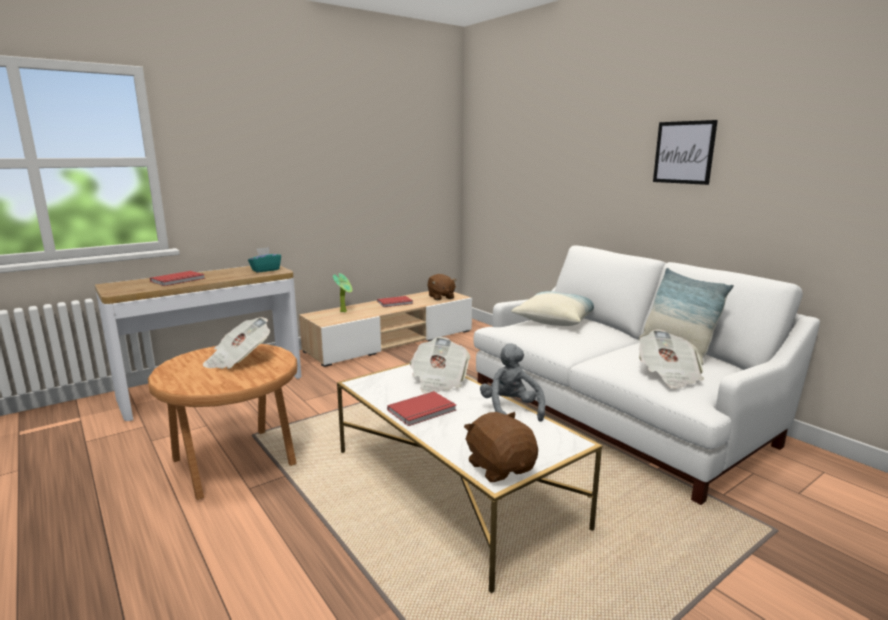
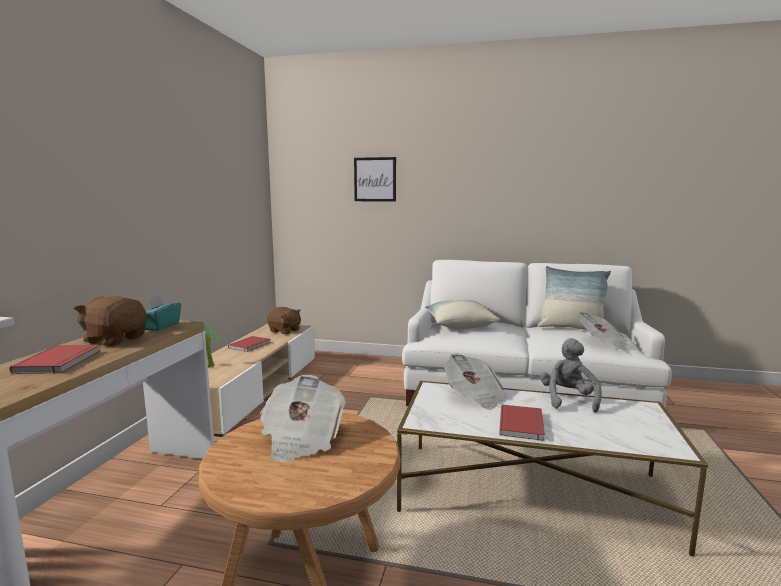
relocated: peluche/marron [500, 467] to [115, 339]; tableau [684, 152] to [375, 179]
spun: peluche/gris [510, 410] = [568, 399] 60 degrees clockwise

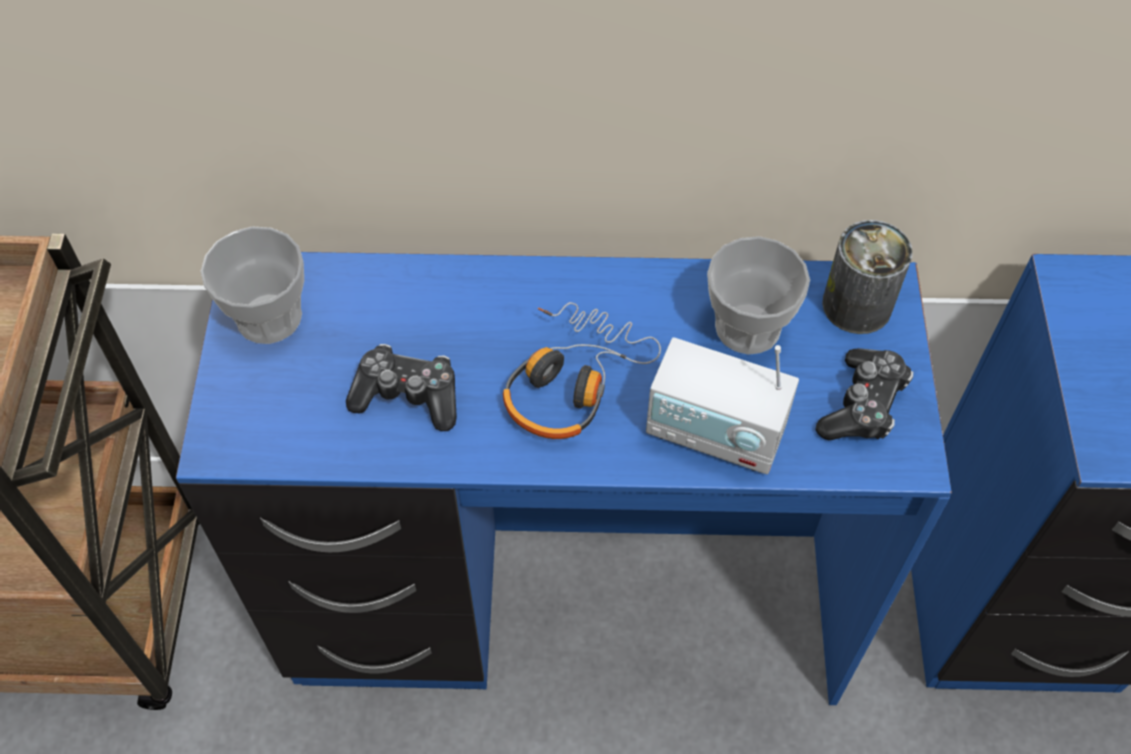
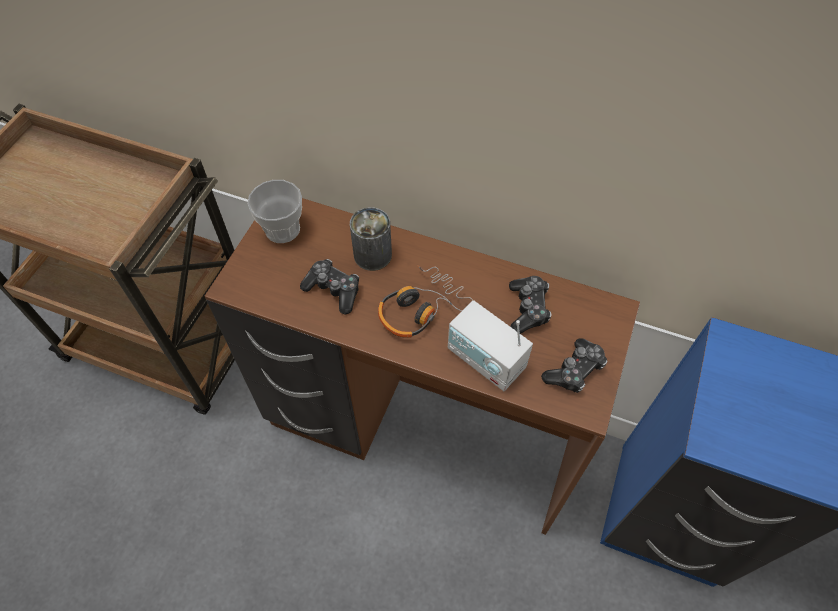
relocated: boîte métallique [857, 305] to [372, 255]
exchanged: tasse [748, 327] to manette [528, 309]
colour: bureau/bleu [567, 610] to bureau/marron [420, 434]

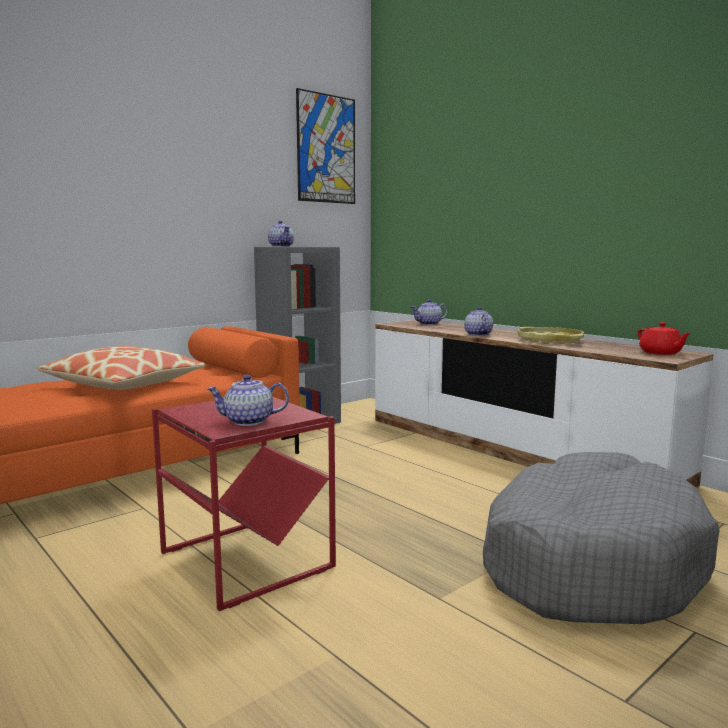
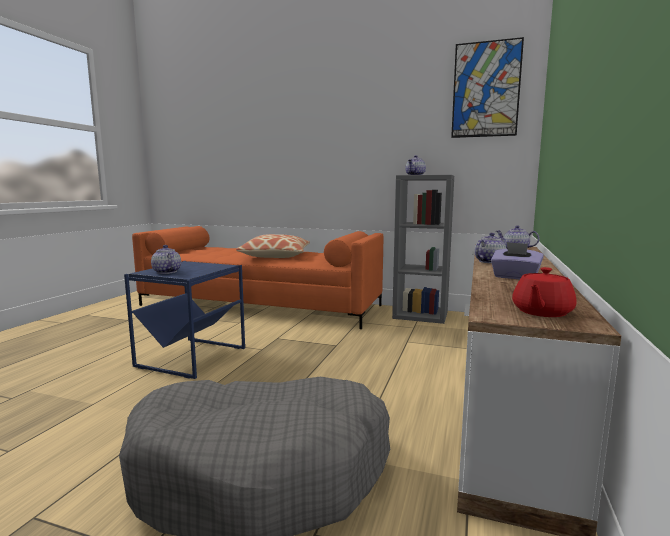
exchanged: plateau/jaune [549, 340] to boîte à mouchoirs/violet [515, 277]
colour: table d'appoint/rouge [246, 561] to table d'appoint/bleu [190, 358]

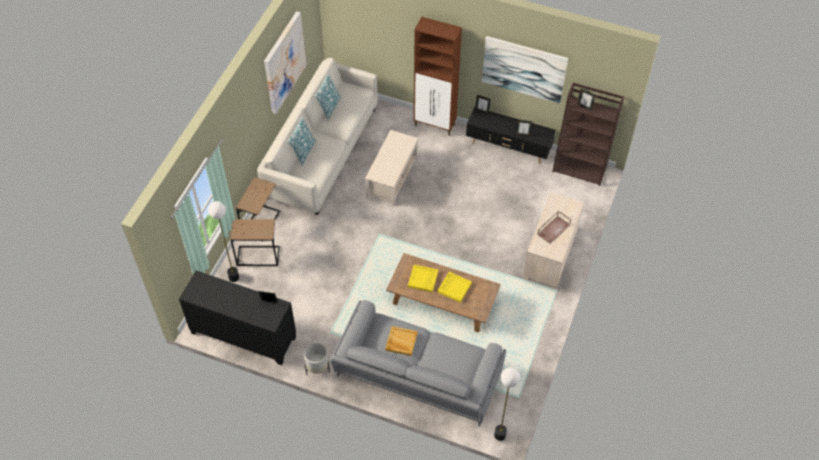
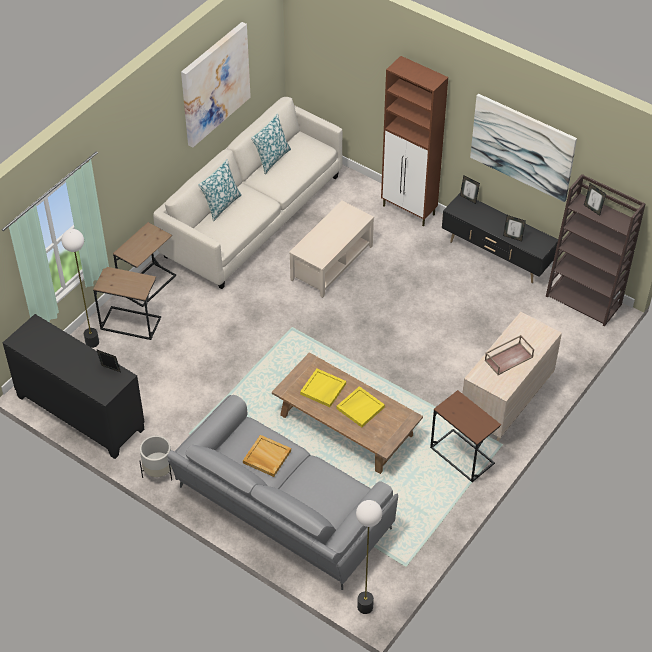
appeared: table d'appoint/marron [462, 455]

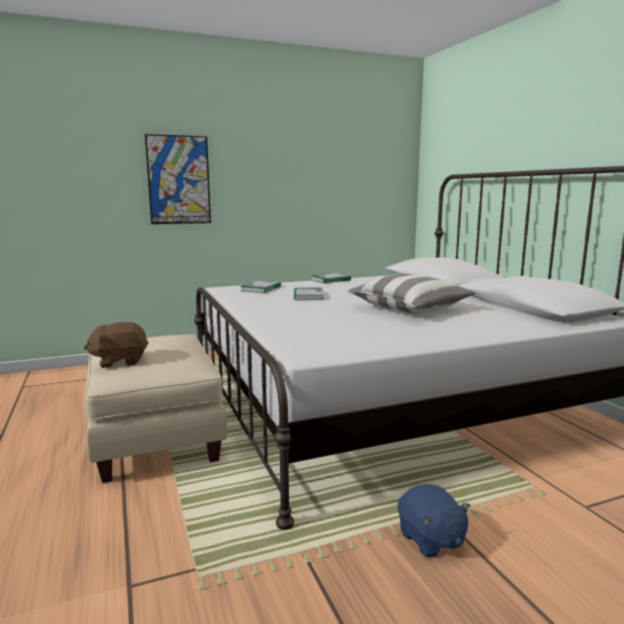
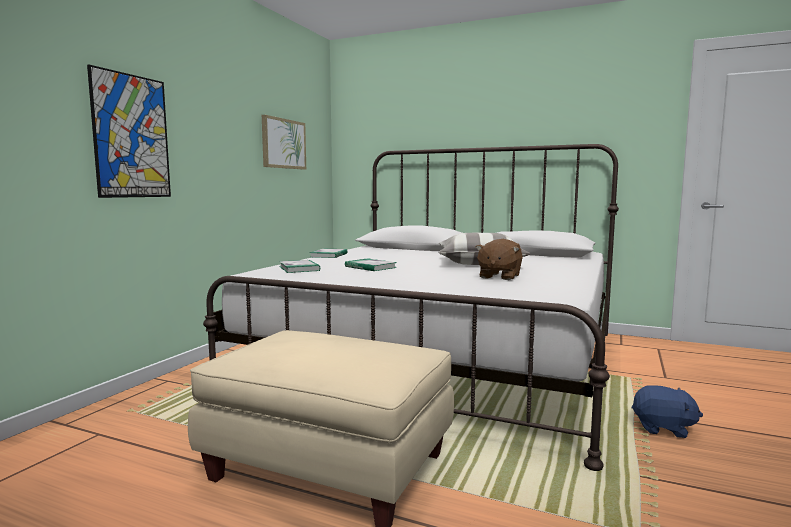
appeared: tableau [283, 144]
relocated: peluche/marron [120, 361] to [499, 276]

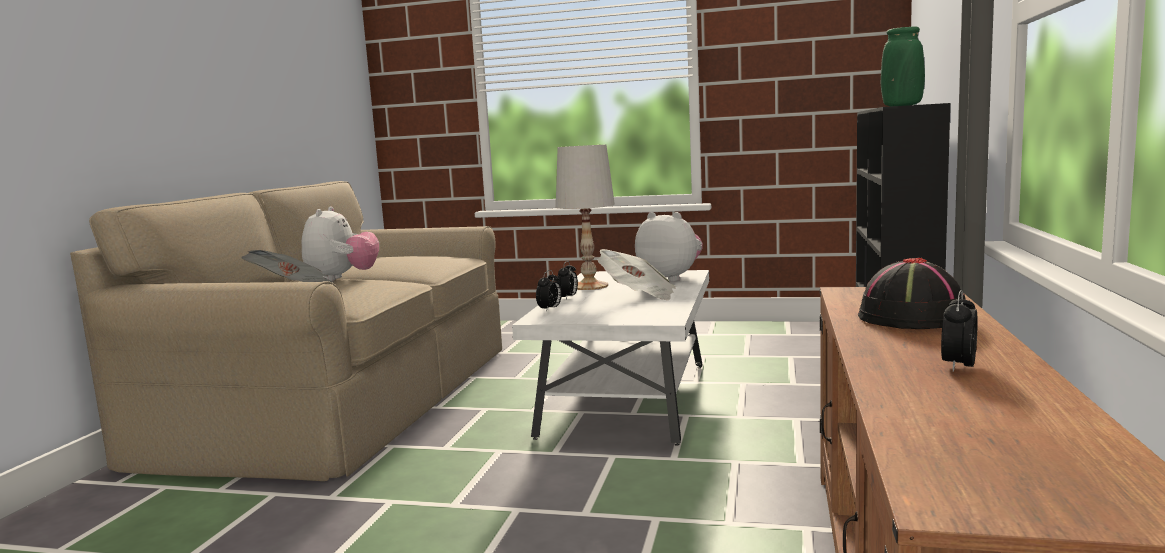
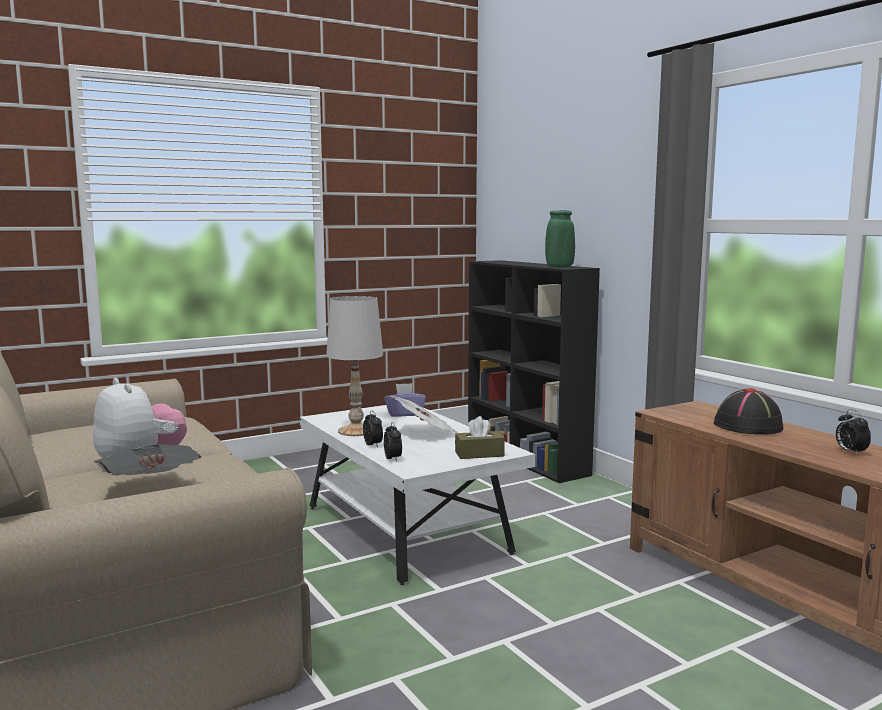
appeared: boîte à mouchoirs/marron [479, 454]
exchanged: peluche [671, 278] to boîte à mouchoirs/violet [404, 414]

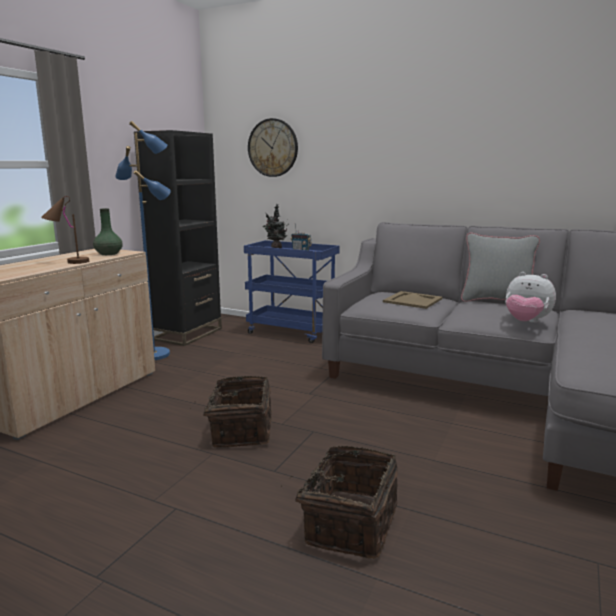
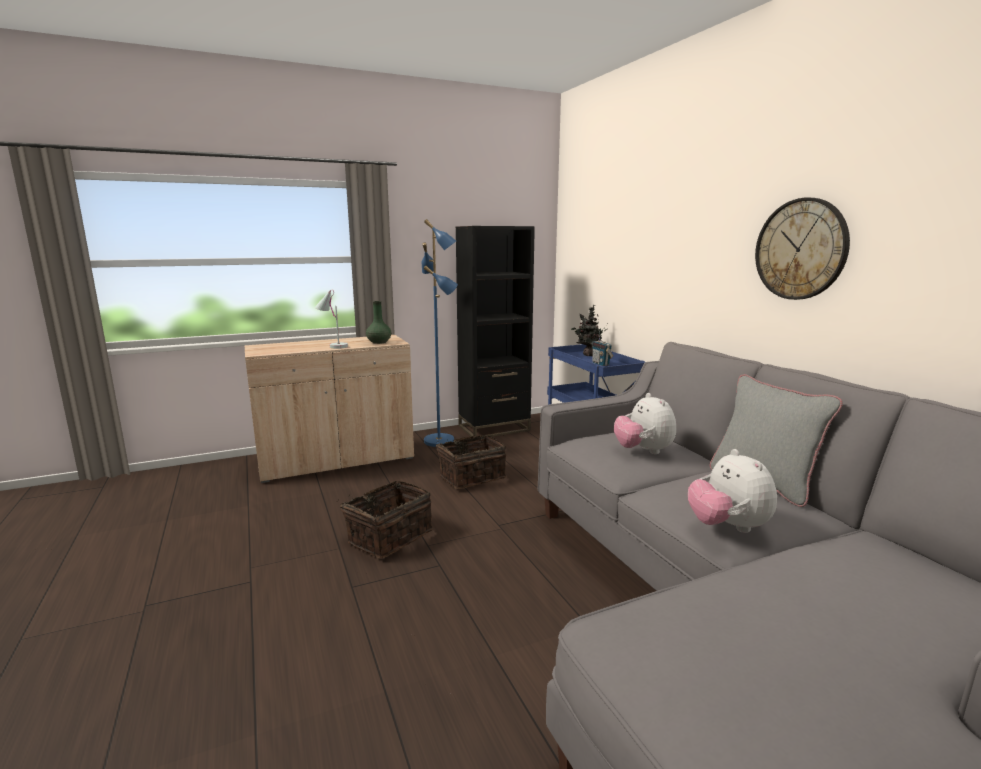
relocated: panier [348, 523] to [471, 477]; horloge murale [273, 148] to [800, 249]
exchanged: plateau/beige [413, 300] to peluche [643, 451]
colour: lampe de table/marron [68, 262] to lampe de table/blanc [332, 346]

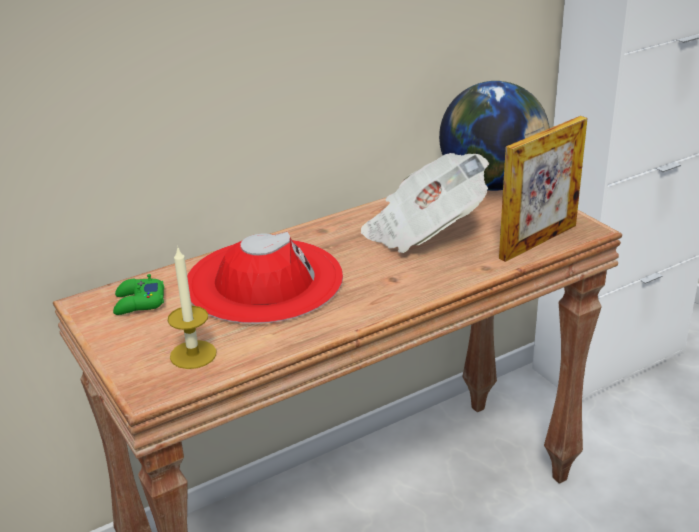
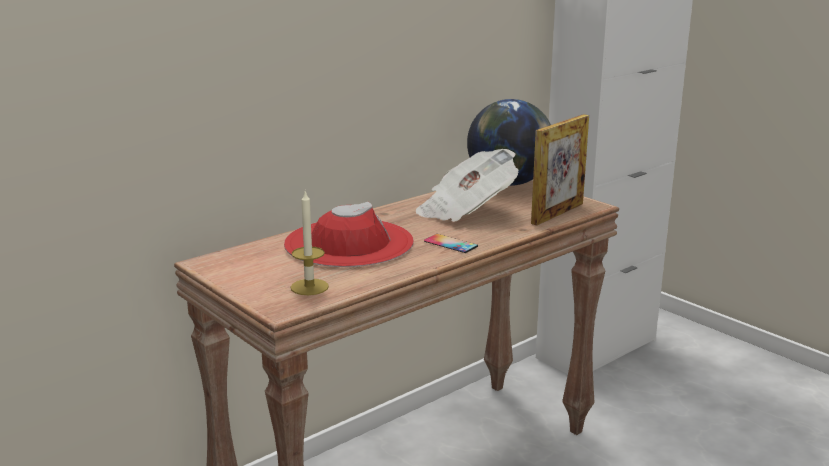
missing: manette/vert [139, 303]
appeared: téléphone [450, 244]

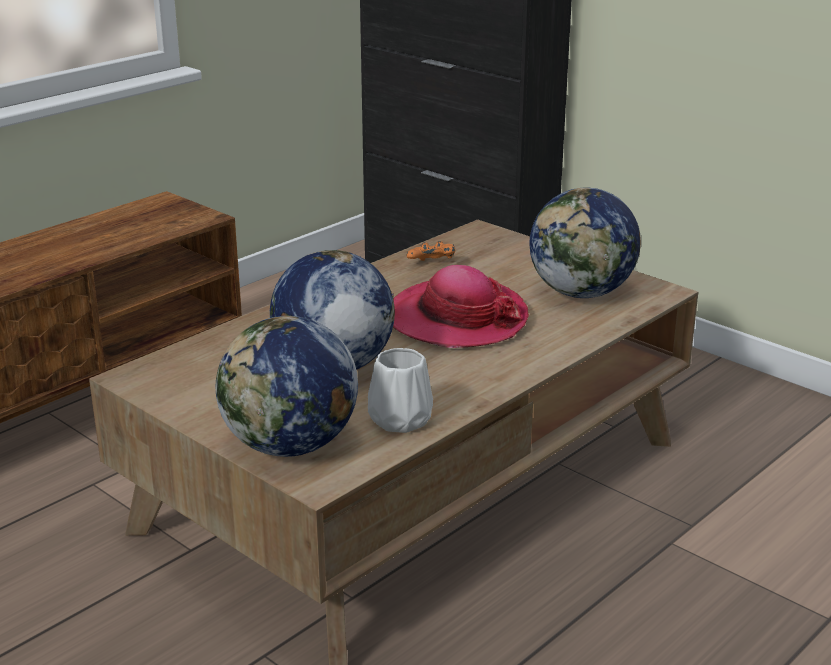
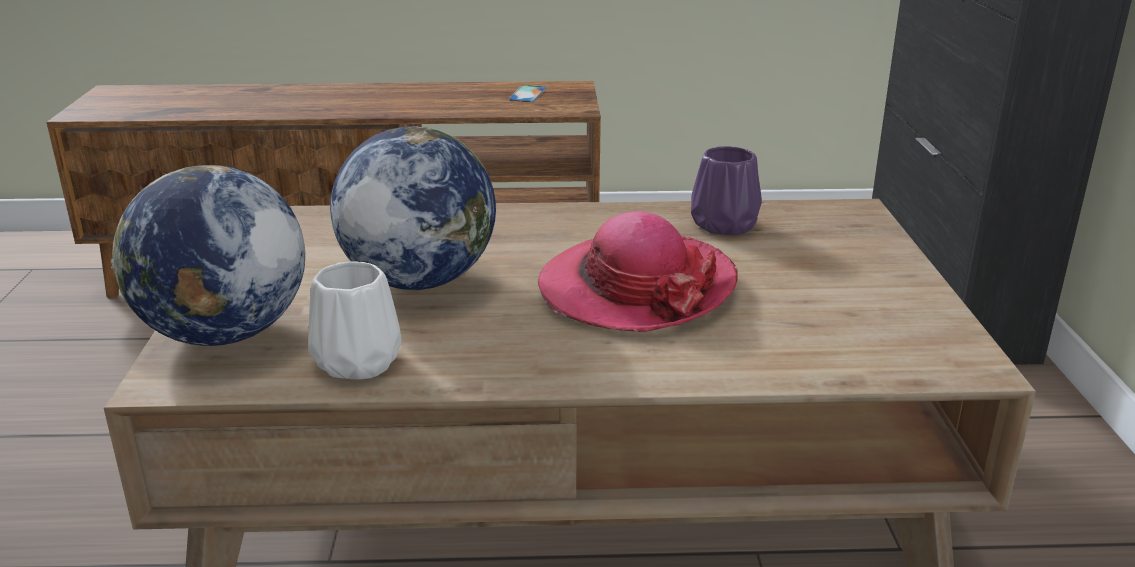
missing: globe [582, 293]
appeared: téléphone [527, 94]
exchanged: manette/orange [432, 265] to vase/violet [726, 225]

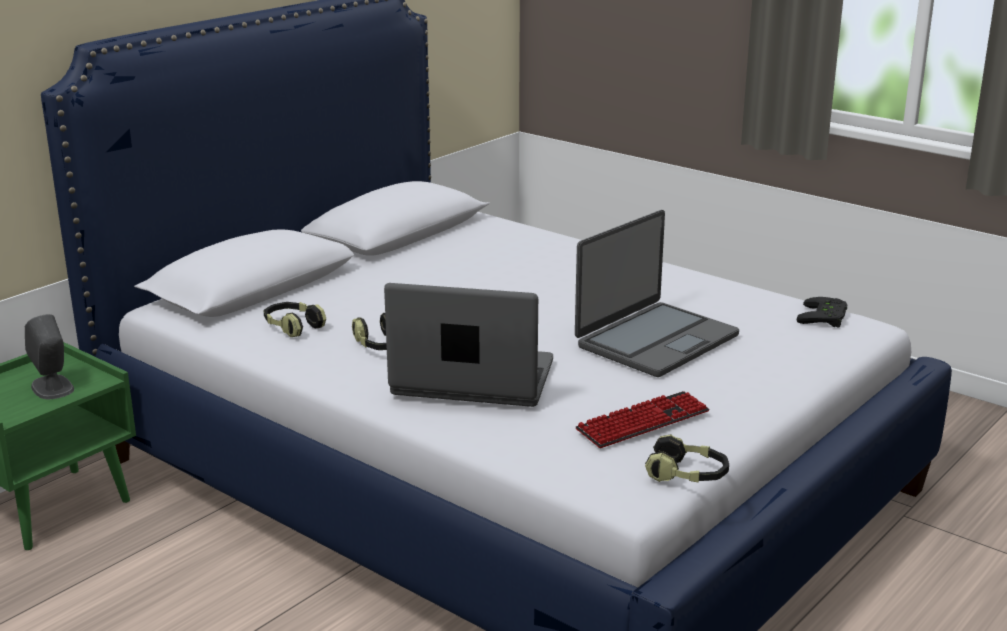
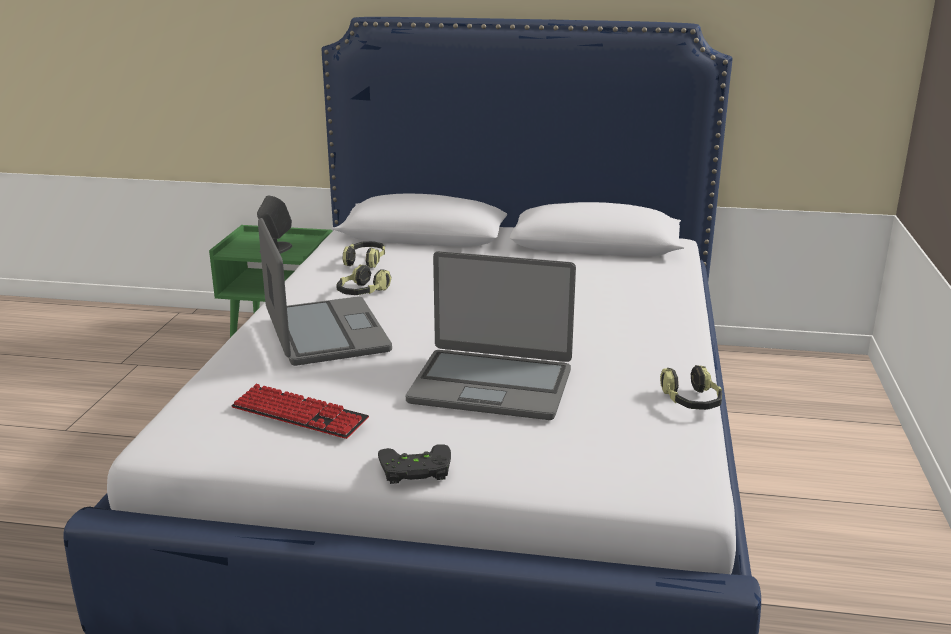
relocated: manette/noir [826, 317] to [415, 471]; casque audio [687, 475] to [691, 402]

